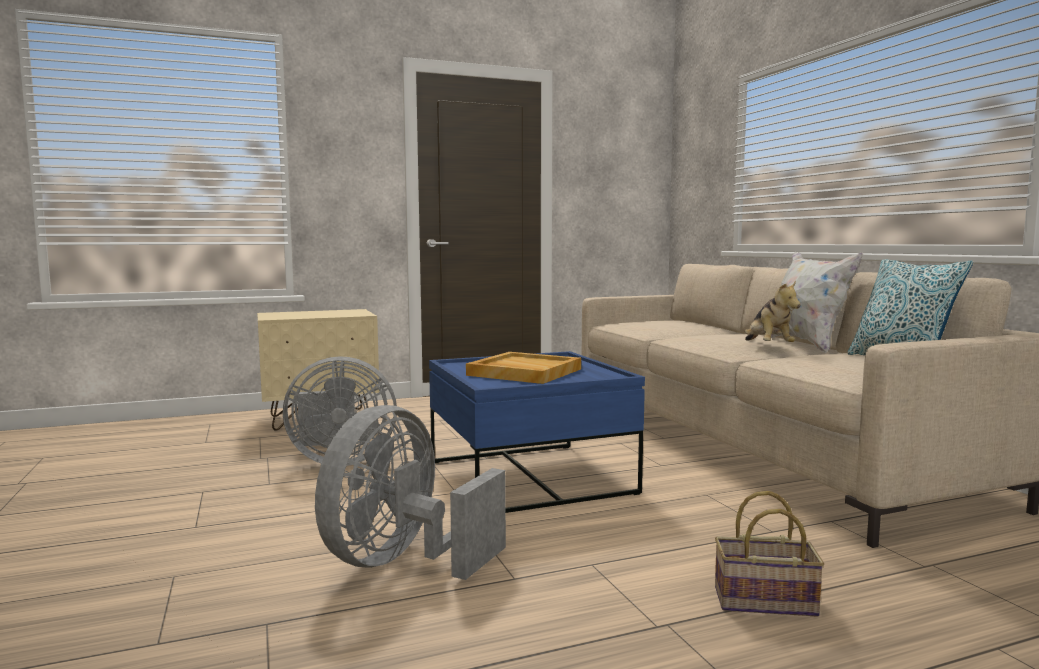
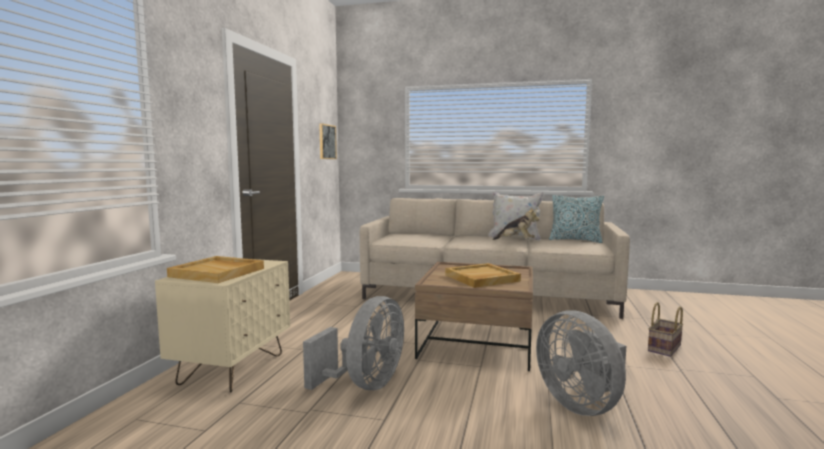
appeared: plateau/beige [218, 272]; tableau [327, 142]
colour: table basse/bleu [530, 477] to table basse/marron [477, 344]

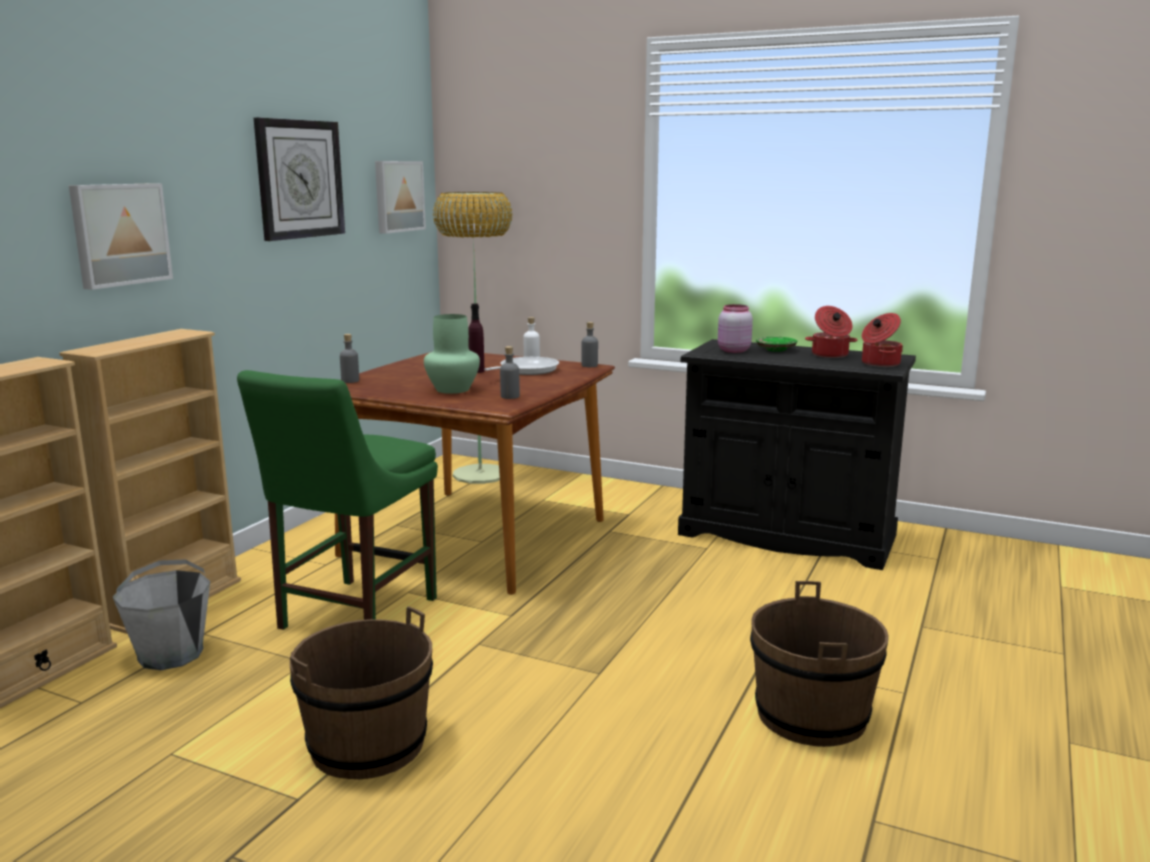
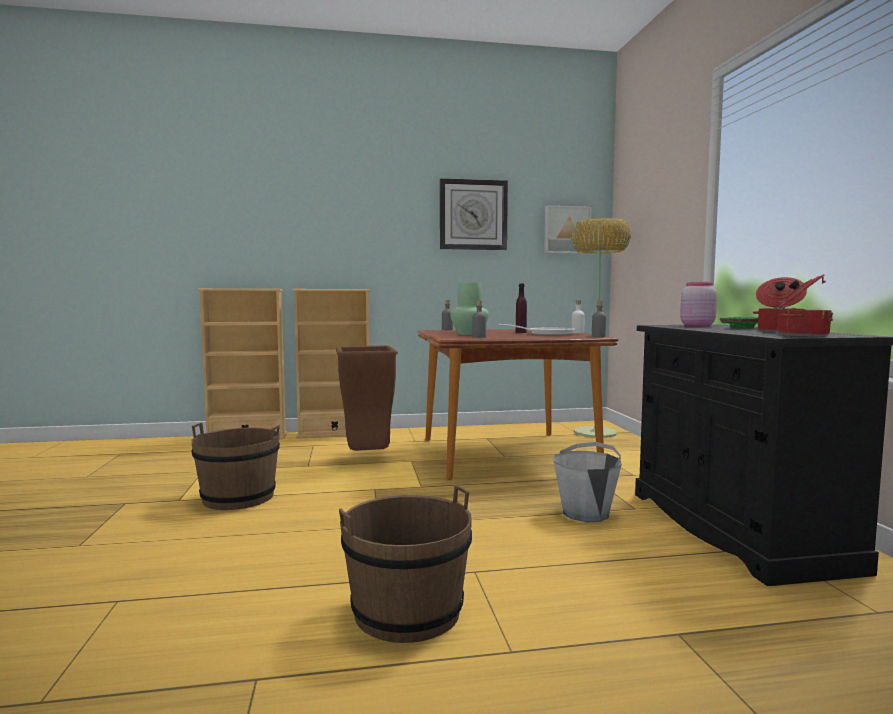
missing: tableau [119, 234]
relocated: seau/gris [171, 654] to [586, 513]
exchanged: chaise/vert [353, 616] to poubelle/marron [367, 460]

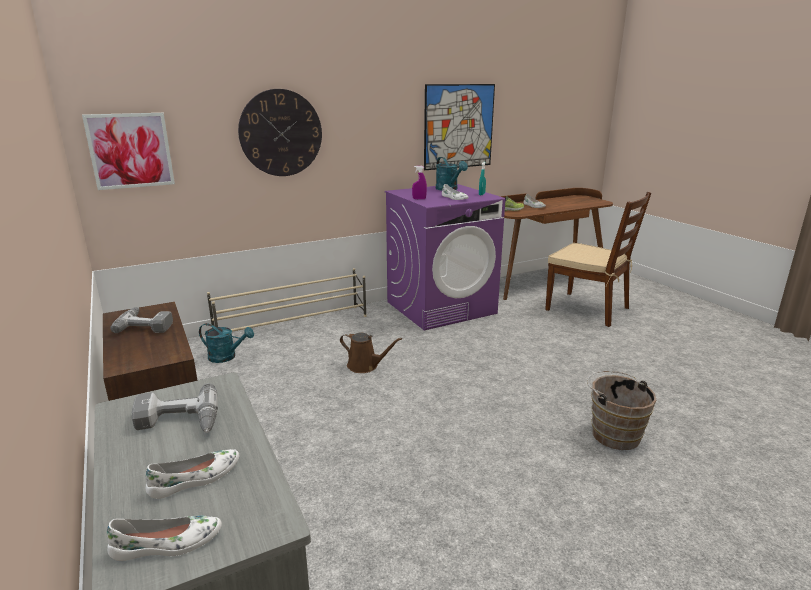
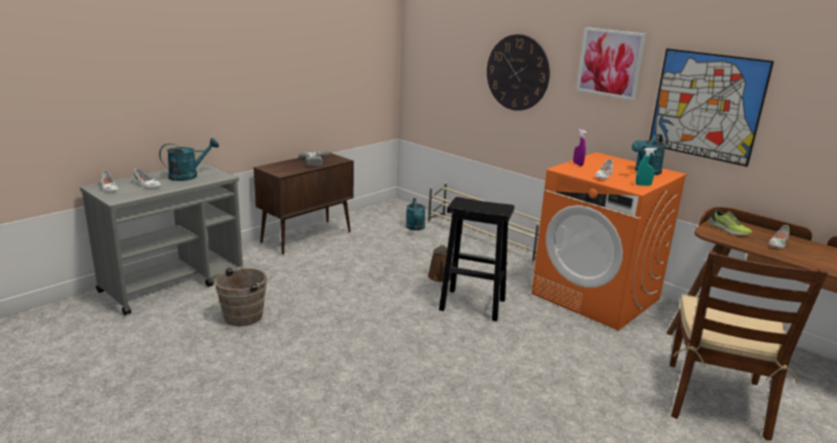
appeared: tabouret/noir [471, 304]
relocated: seau/marron [613, 433] to [246, 315]; tableau [130, 150] to [610, 63]
exchanged: perceuse [178, 422] to arrosoir/turquoise [188, 176]
colour: lave-linge/violet [441, 307] to lave-linge/orange [596, 296]

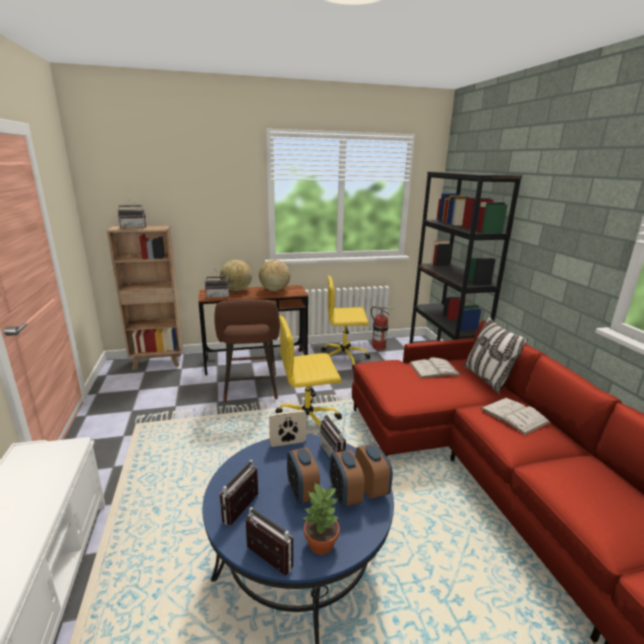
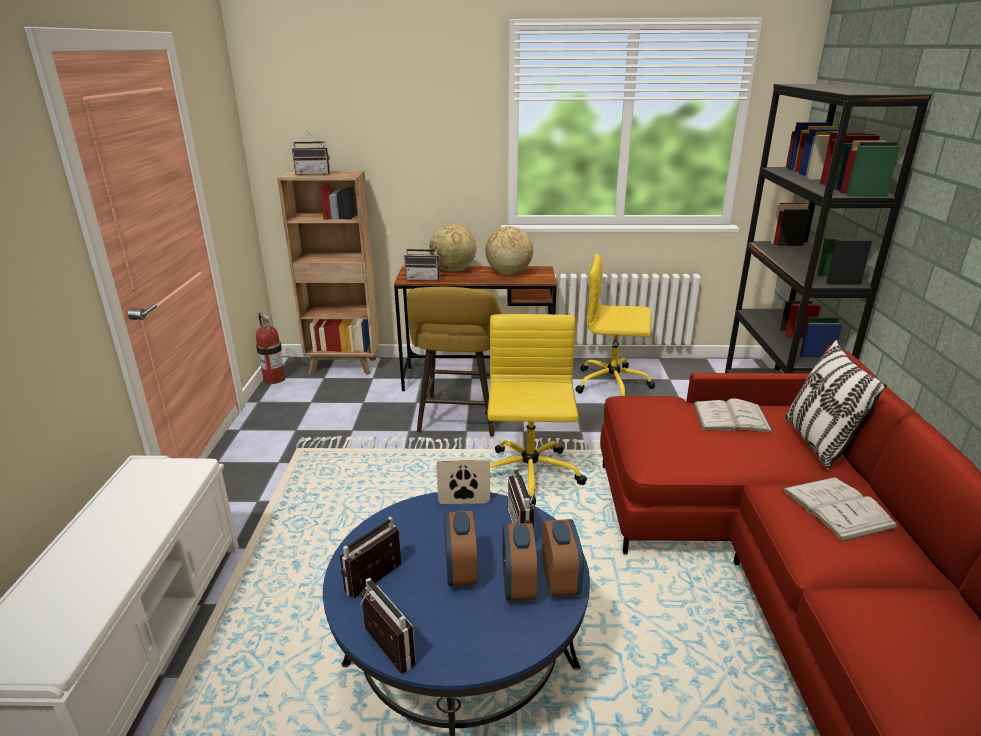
missing: plante en pot [321, 544]
relocated: extincteur [379, 347] to [274, 379]
colour: tabouret/marron [251, 390] to tabouret/jaune [459, 419]
spun: chaise de bureau/jaune [308, 422] = [529, 475] 90 degrees clockwise

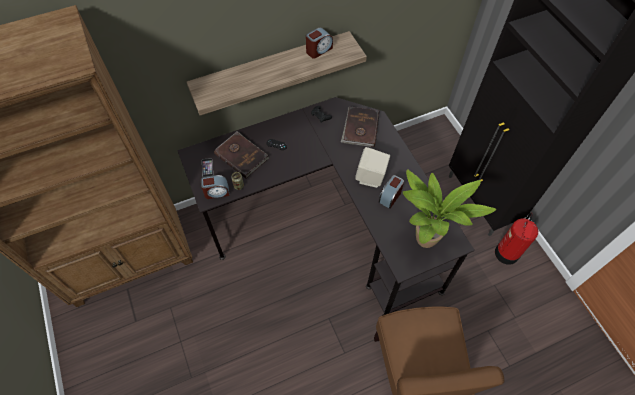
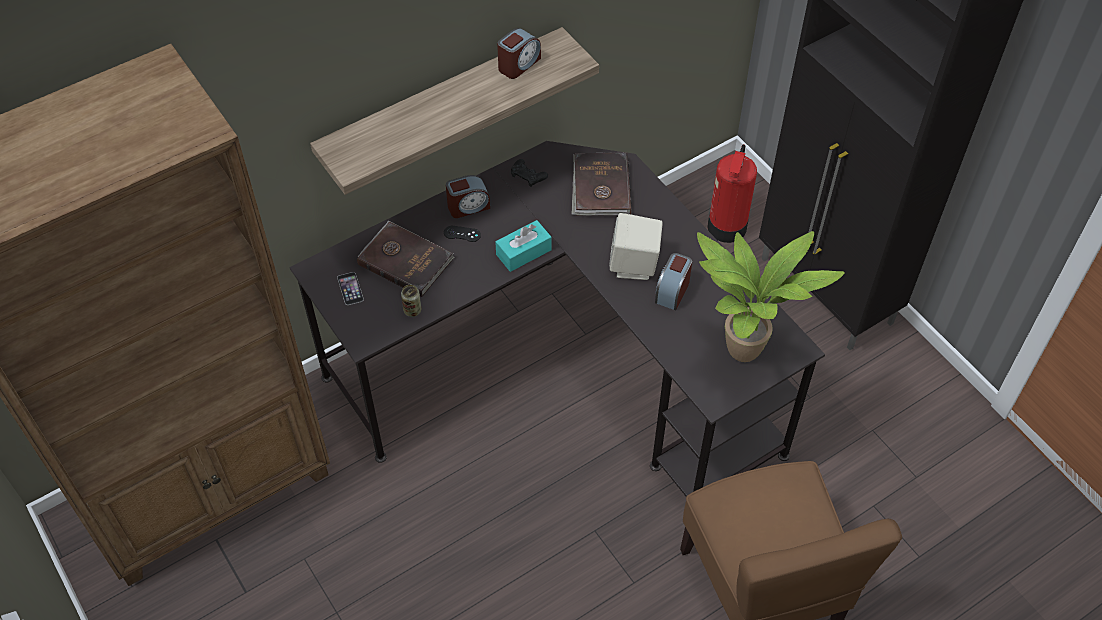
appeared: boîte à mouchoirs/turquoise [523, 252]
relocated: réveil [216, 192] to [468, 206]; extincteur [506, 254] to [726, 228]

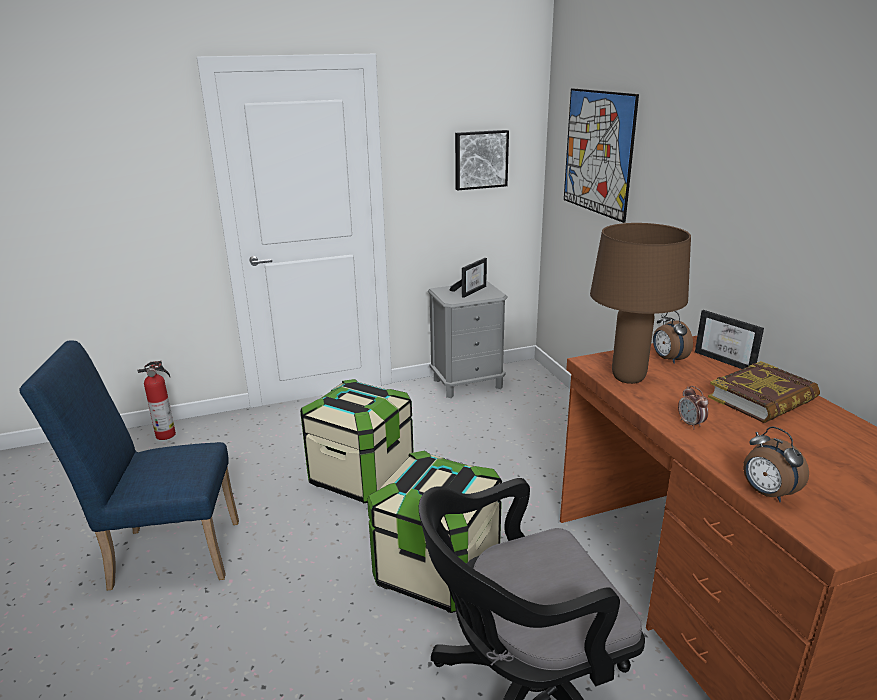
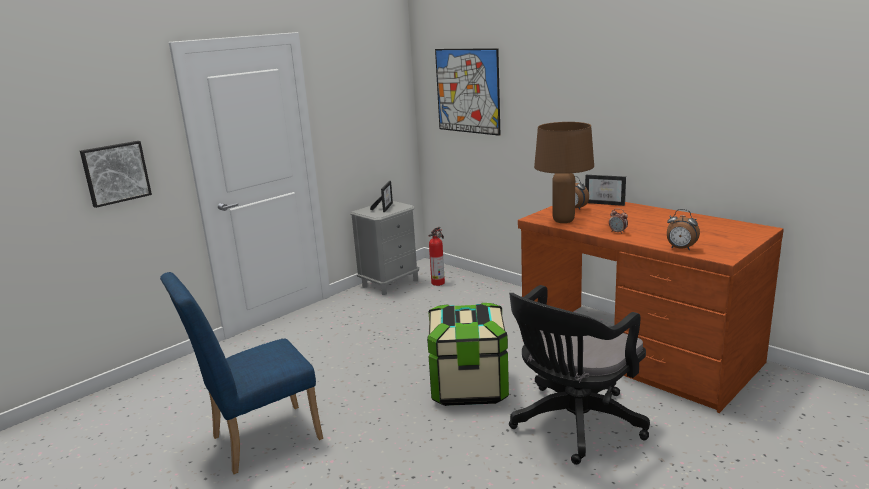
missing: boîte de rangement [362, 476]; livre [762, 399]
relocated: tableau [480, 159] to [115, 173]; extincteur [167, 434] to [438, 282]

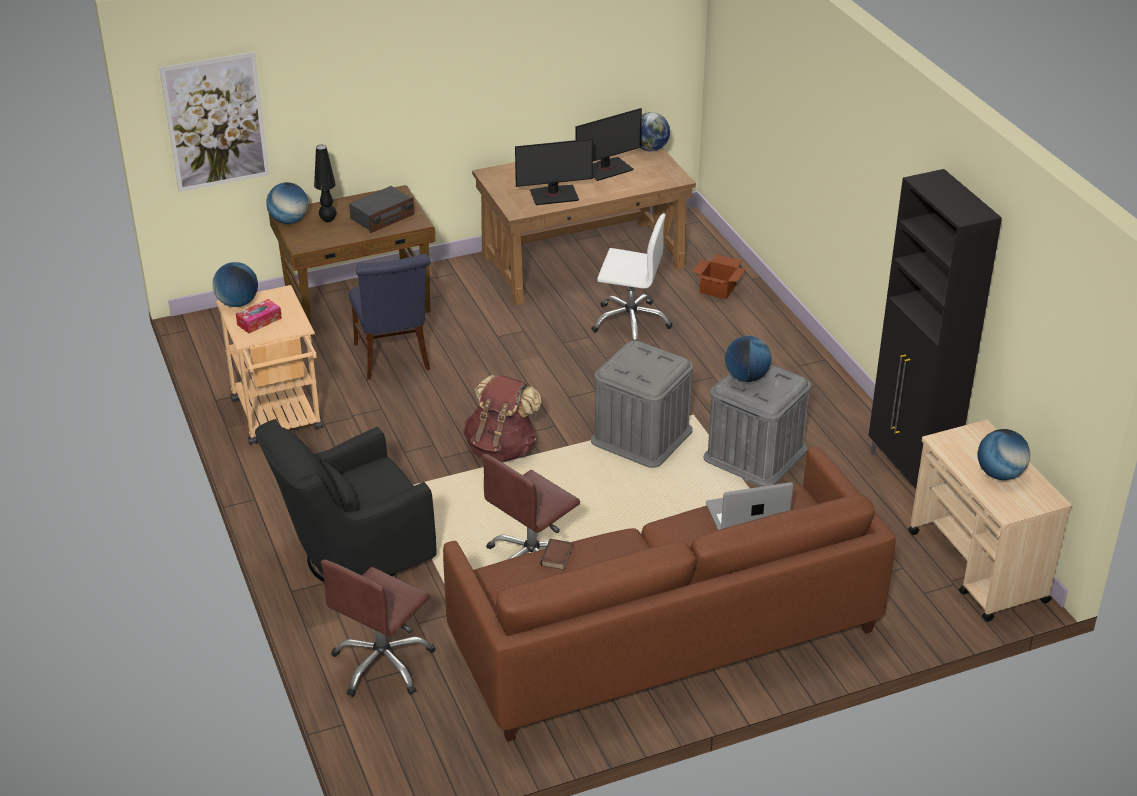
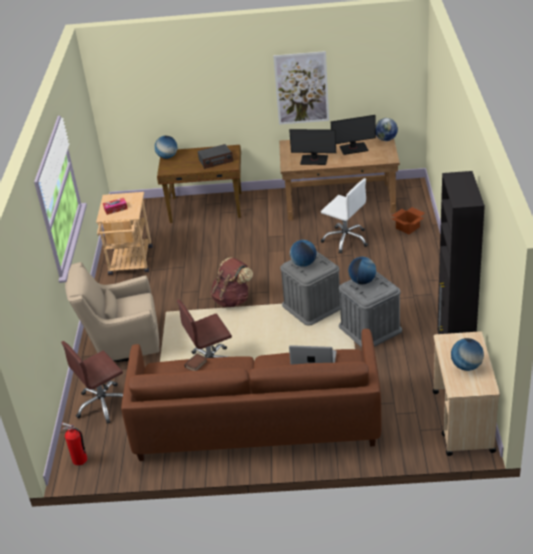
missing: lampe de table/noir [328, 220]; chaise/bleu [394, 359]
appeared: extincteur [80, 460]
relocated: tableau [215, 122] to [301, 88]; globe [237, 303] to [303, 264]
colour: fauteuil/noir [352, 557] to fauteuil/beige [122, 344]

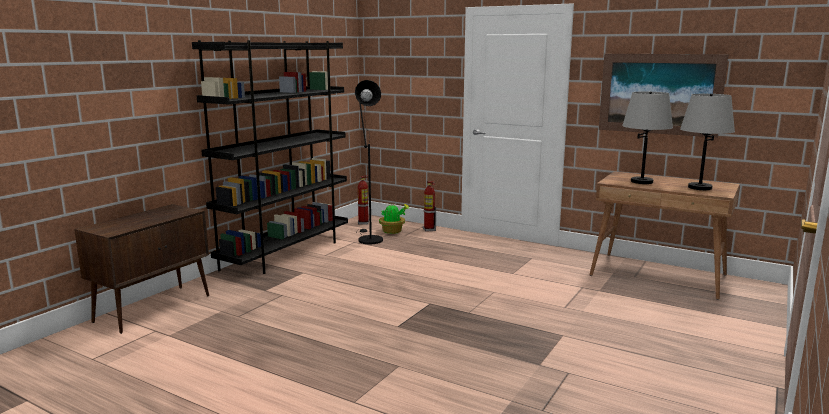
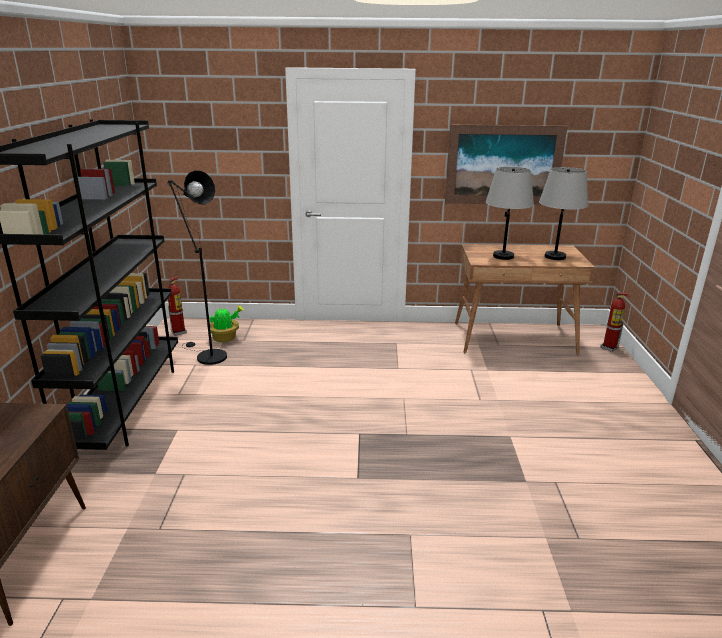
relocated: extincteur [429, 229] to [609, 348]

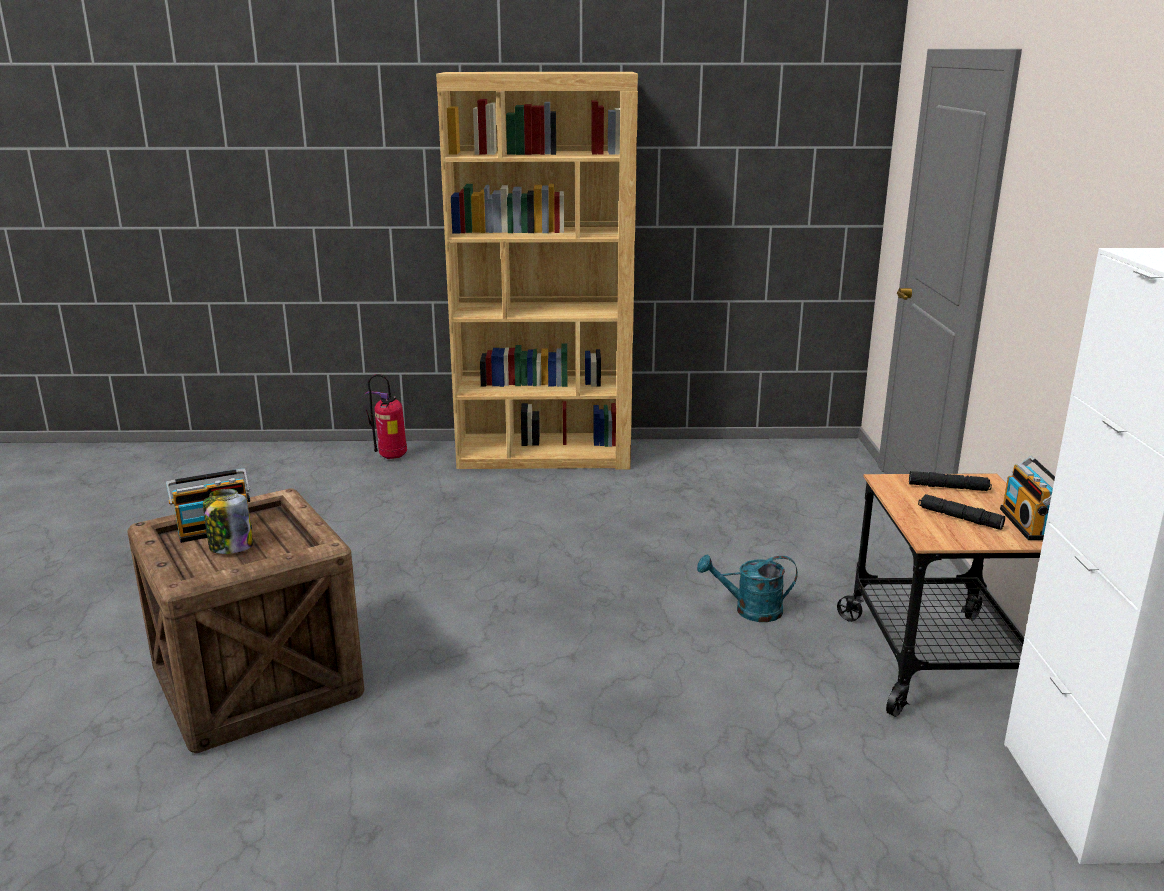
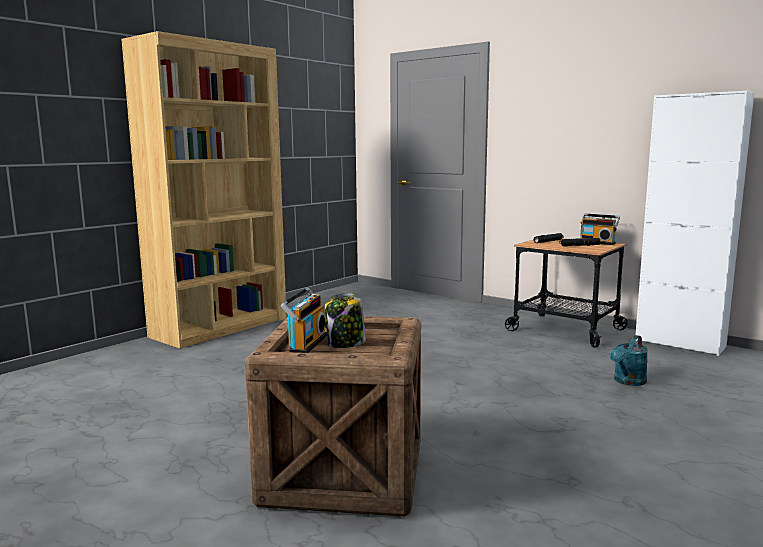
missing: extincteur [391, 457]
relocated: arrosoir/turquoise [749, 611] to [627, 382]

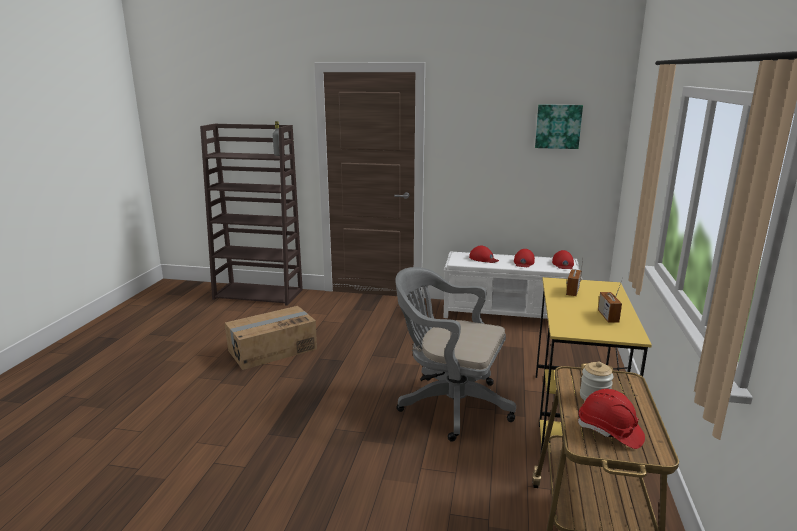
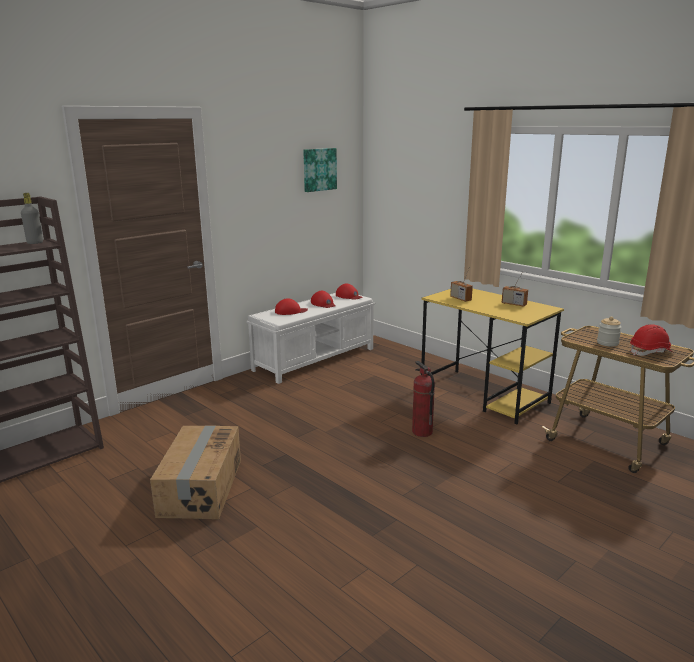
exchanged: chaise de bureau/gris [449, 404] to extincteur [421, 432]

